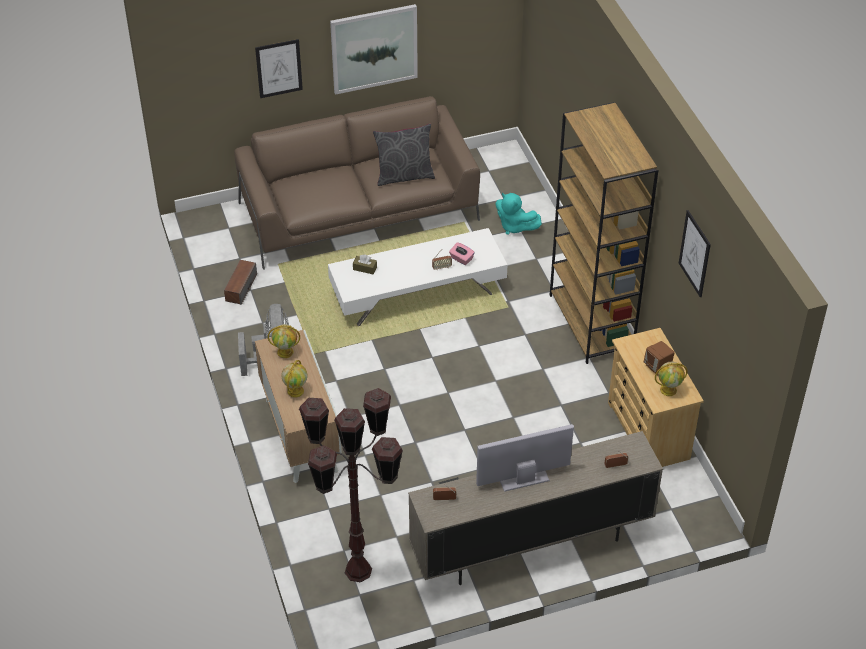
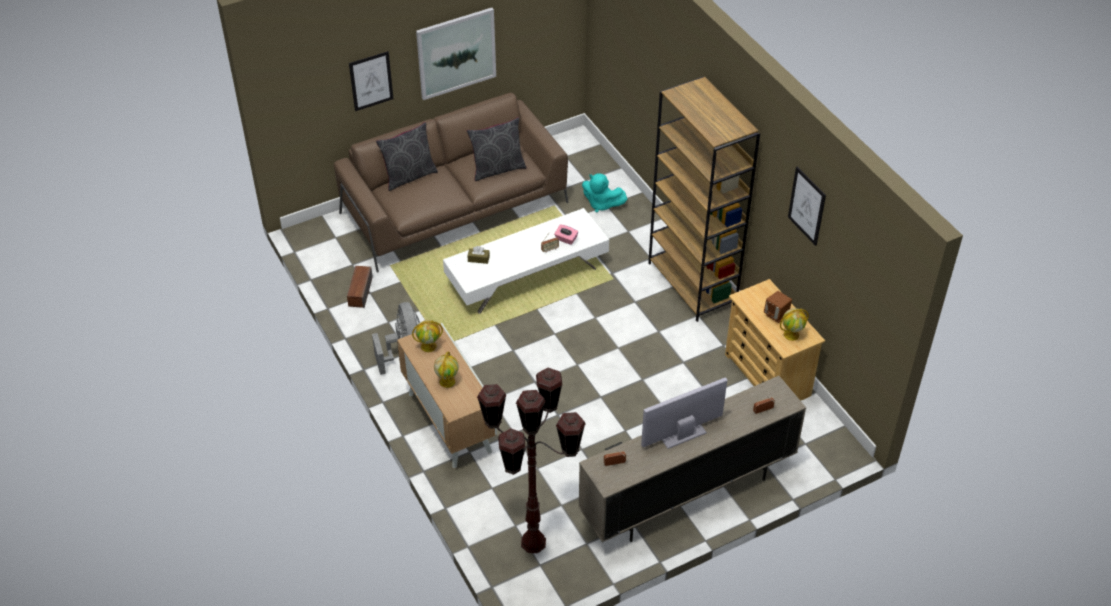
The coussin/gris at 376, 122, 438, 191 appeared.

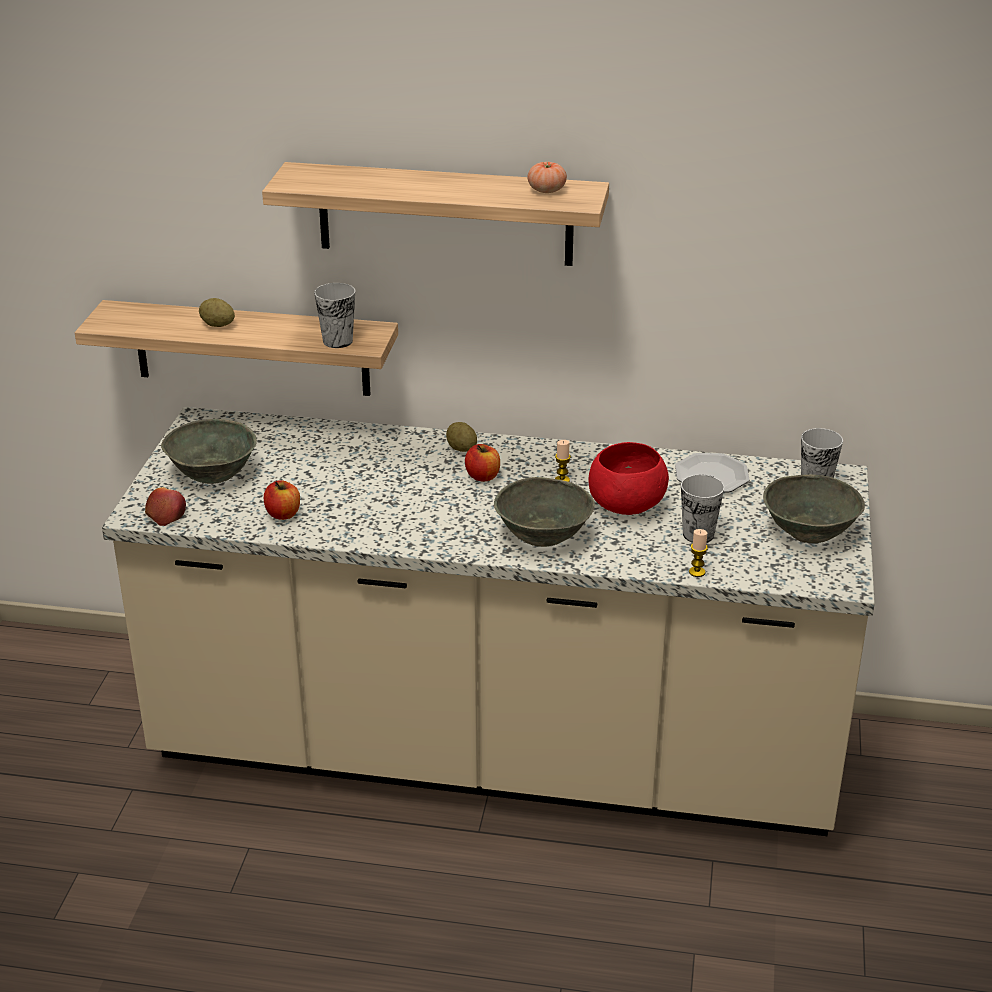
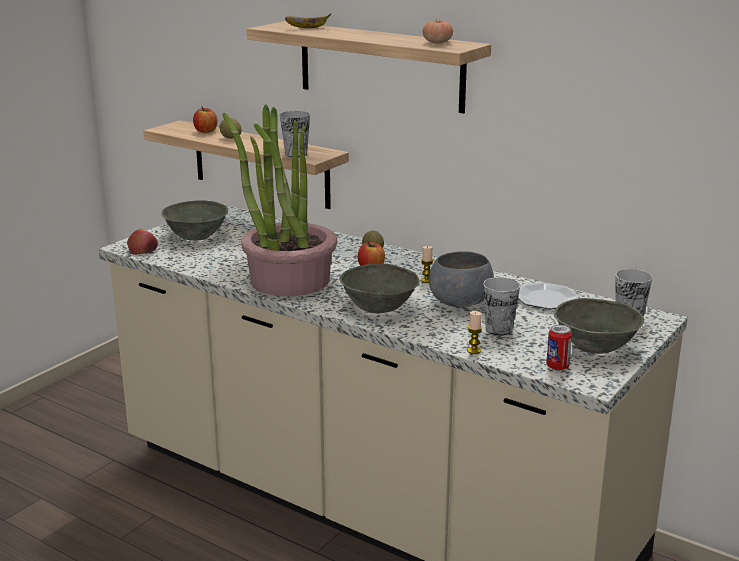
The bol/rouge at 589, 442, 669, 515 became the bol/gris at 429, 251, 494, 307.
The pomme moved from 264, 480, 300, 520 to 193, 106, 217, 133.
The banane at 285, 13, 331, 28 appeared.
The plante en pot at 222, 104, 337, 296 appeared.
The boîte métallique at 546, 325, 572, 371 appeared.

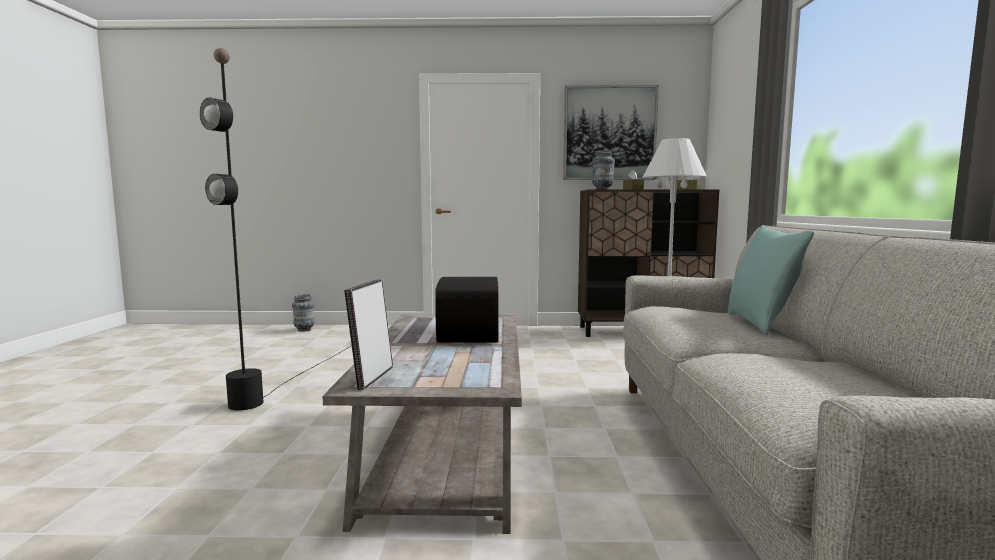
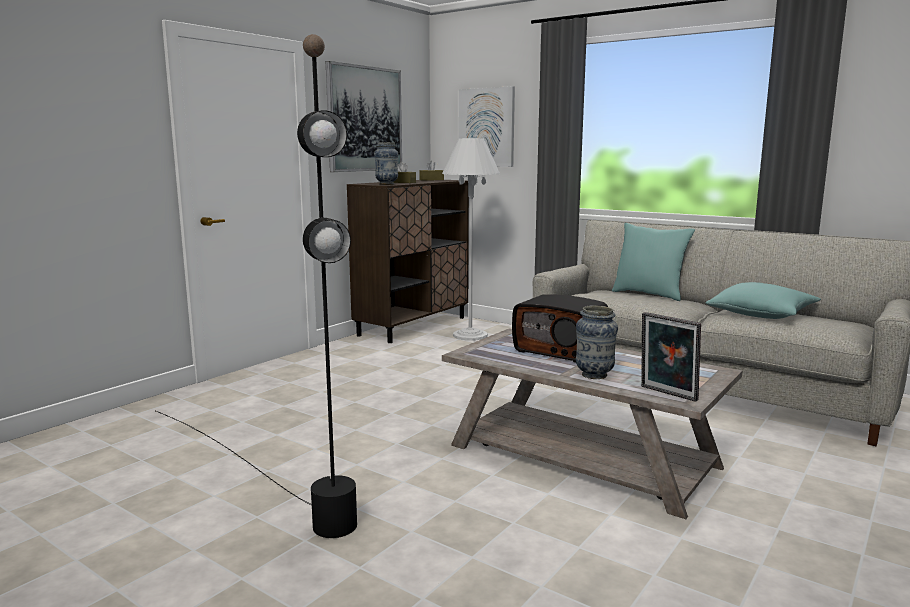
The vase moved from 292, 294, 314, 332 to 576, 305, 618, 379.
The tableau at 459, 86, 515, 167 appeared.
The coussin/turquoise at 706, 282, 821, 319 appeared.

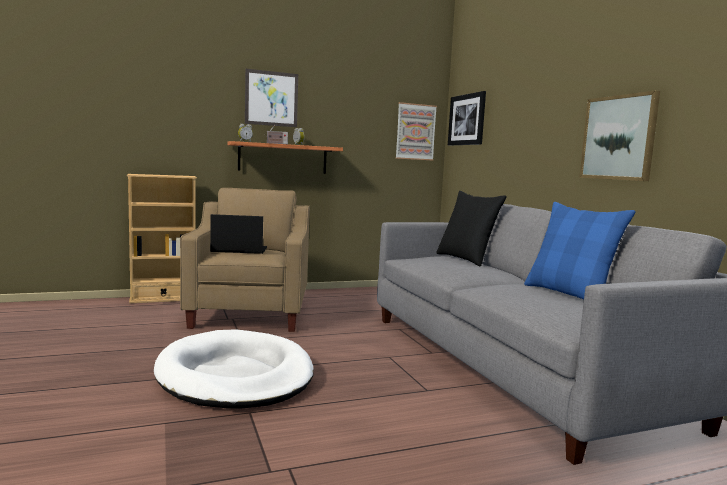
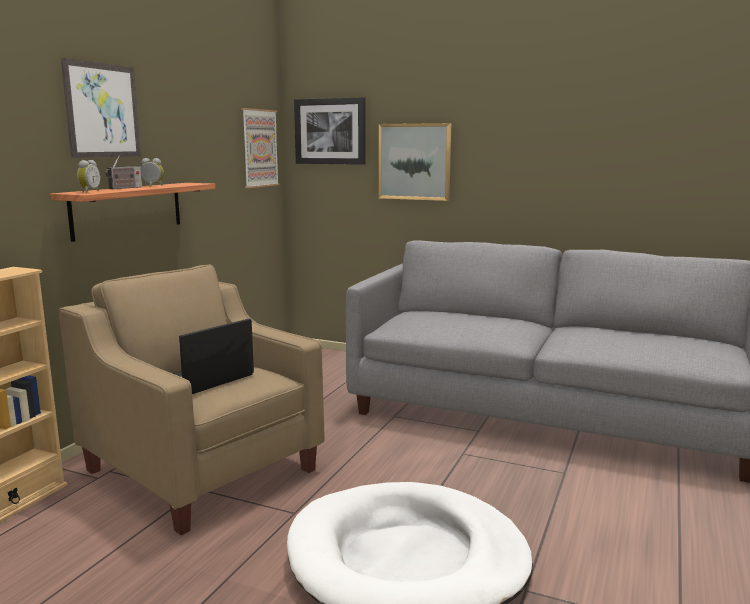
The tableau moved from 579, 91, 660, 181 to 379, 123, 451, 201.
The coussin/noir at 436, 191, 507, 266 disappeared.
The coussin/bleu at 524, 202, 636, 300 disappeared.

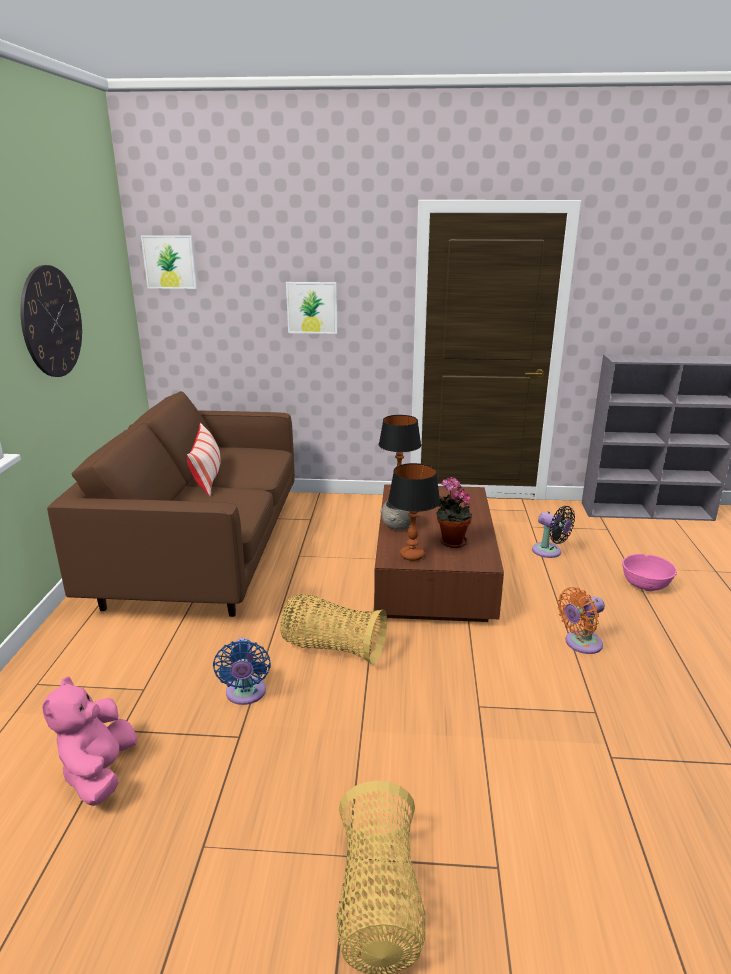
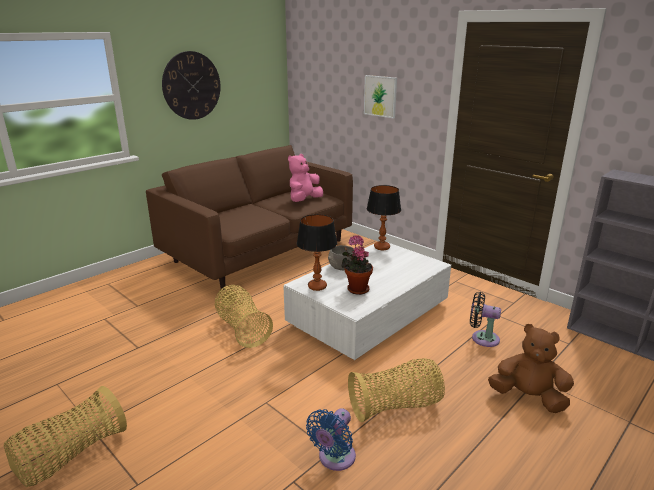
The tableau at 141, 235, 197, 289 disappeared.
The coussin at 187, 423, 221, 497 disappeared.
The table basse/marron at 374, 484, 504, 622 became the table basse/blanc at 283, 243, 451, 360.
The ventilateur/noir at 532, 506, 575, 558 turned 120 degrees clockwise.
The bol/rose at 622, 554, 677, 591 was replaced by the peluche/marron at 488, 324, 574, 413.
The ventilateur/orange at 557, 587, 605, 654 was replaced by the panier at 348, 358, 445, 422.
The ventilateur/bleu moved from 213, 638, 271, 705 to 306, 408, 356, 471.
The peluche/rose moved from 42, 676, 137, 806 to 288, 154, 323, 202.

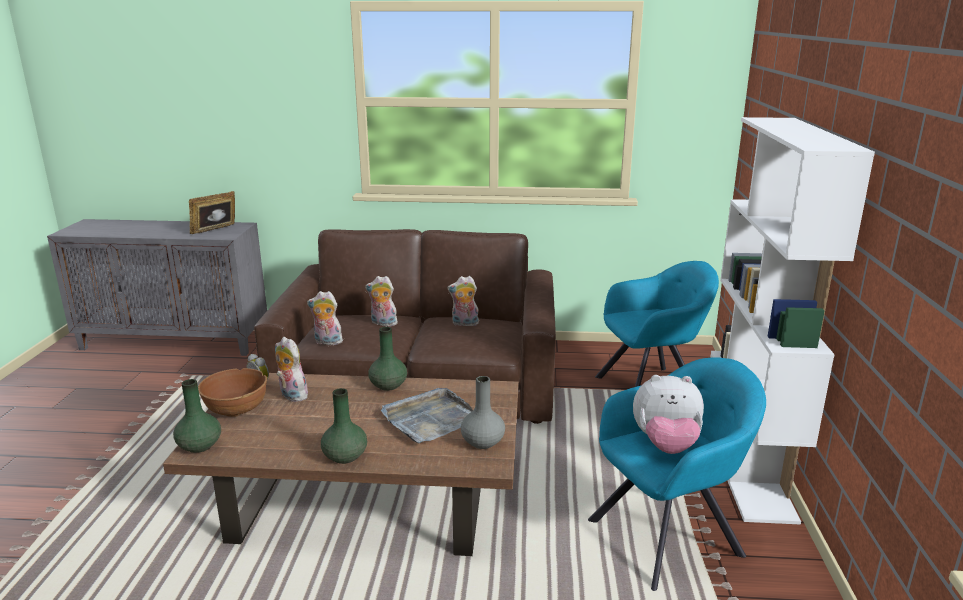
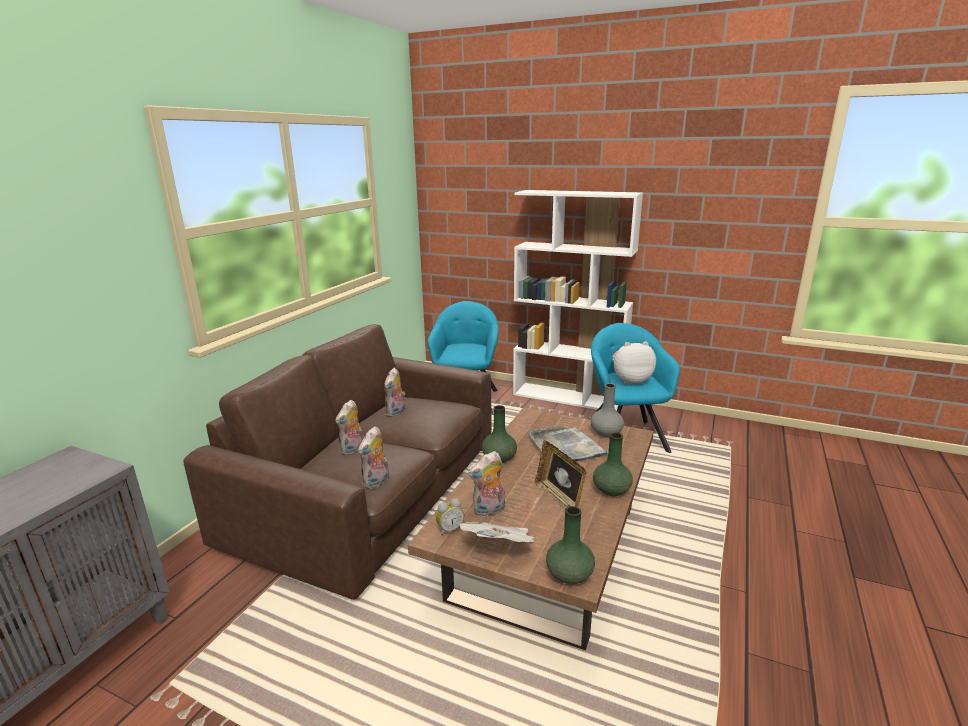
The cadre photo moved from 189, 191, 235, 234 to 535, 441, 587, 510.
The bol/marron at 198, 368, 267, 417 was replaced by the journal at 459, 522, 535, 542.
The peluche at 633, 375, 704, 454 turned 120 degrees counterclockwise.

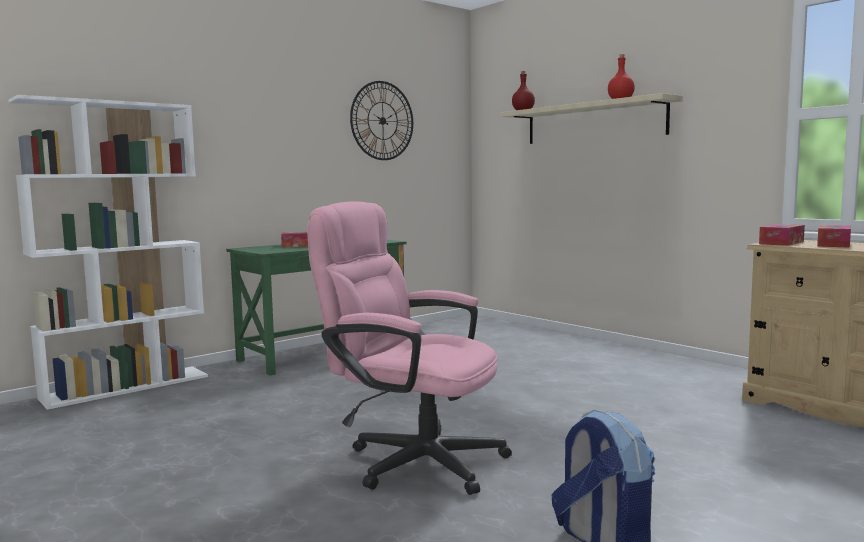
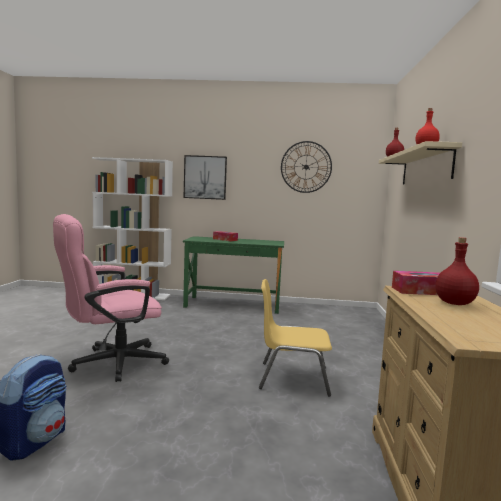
The chaise de bureau/rose at 307, 201, 512, 495 turned 105 degrees counterclockwise.
The boîte à mouchoirs at 817, 225, 851, 248 was replaced by the bouteille/rouge at 435, 237, 479, 305.
The tableau at 184, 155, 227, 200 appeared.
The chaise/jaune at 259, 279, 332, 397 appeared.

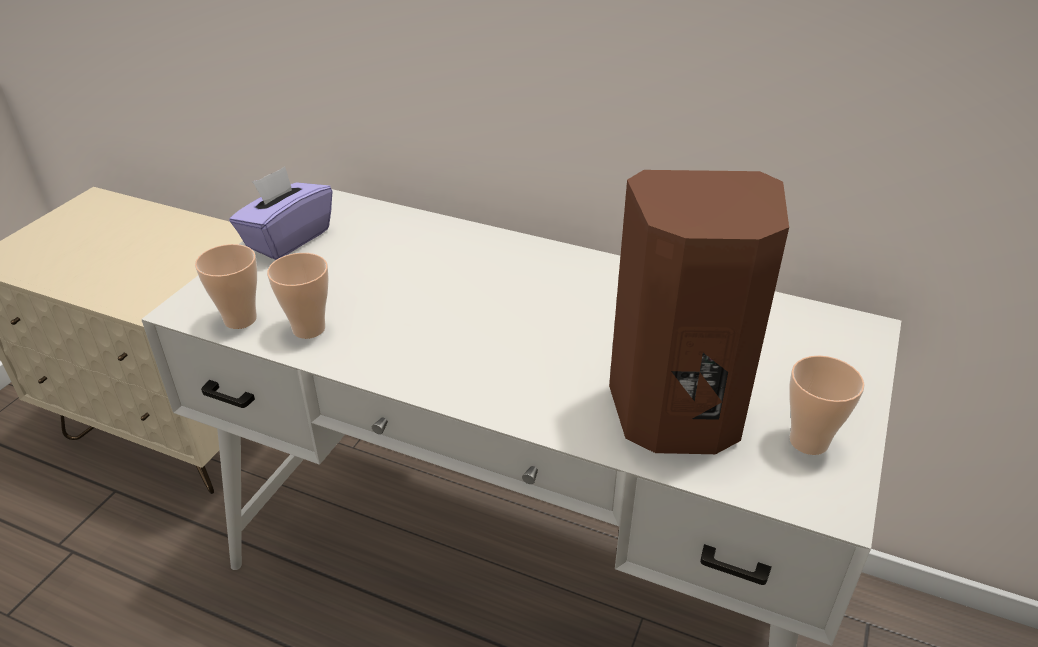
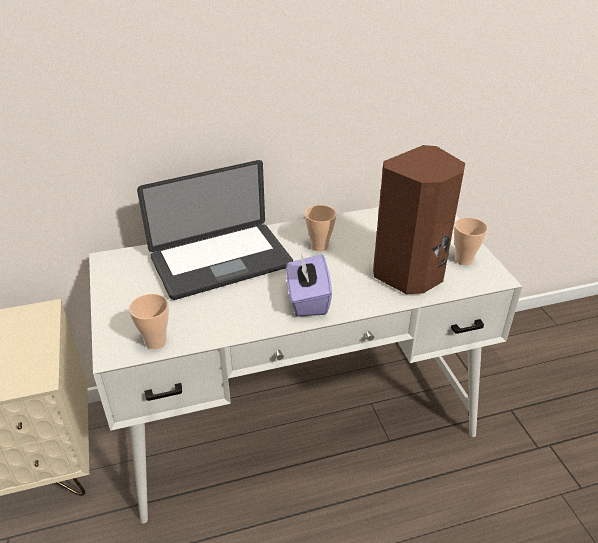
The boîte à mouchoirs/violet moved from 229, 167, 332, 260 to 286, 254, 332, 317.
The tasse moved from 267, 253, 329, 339 to 305, 205, 336, 252.
The ordinateur portable at 137, 160, 293, 300 appeared.

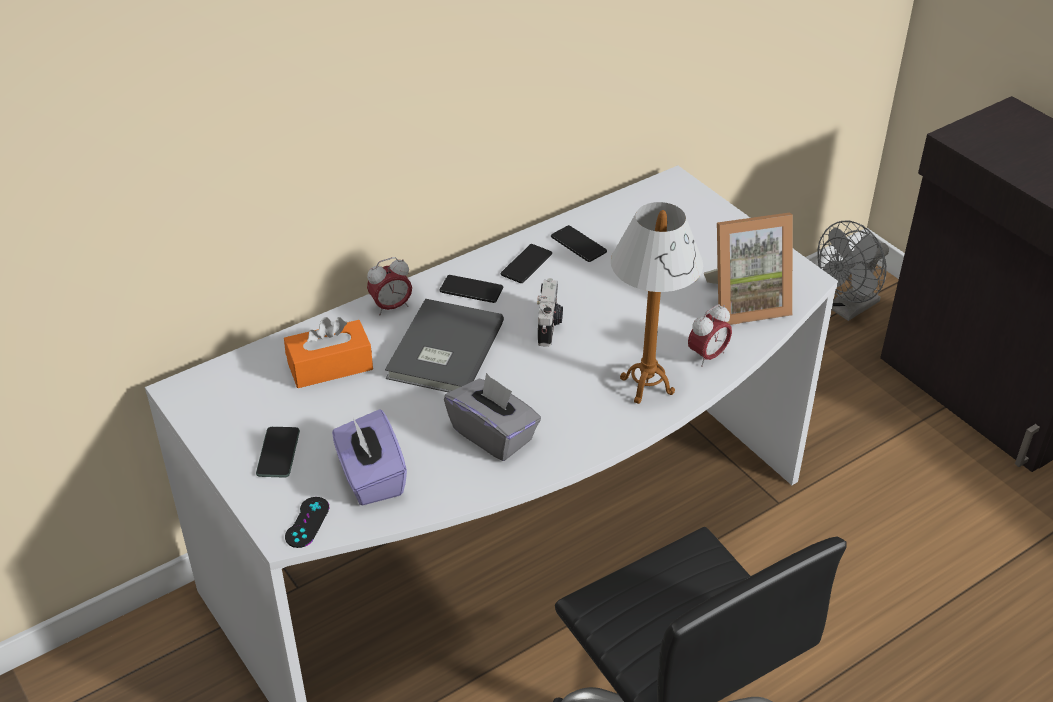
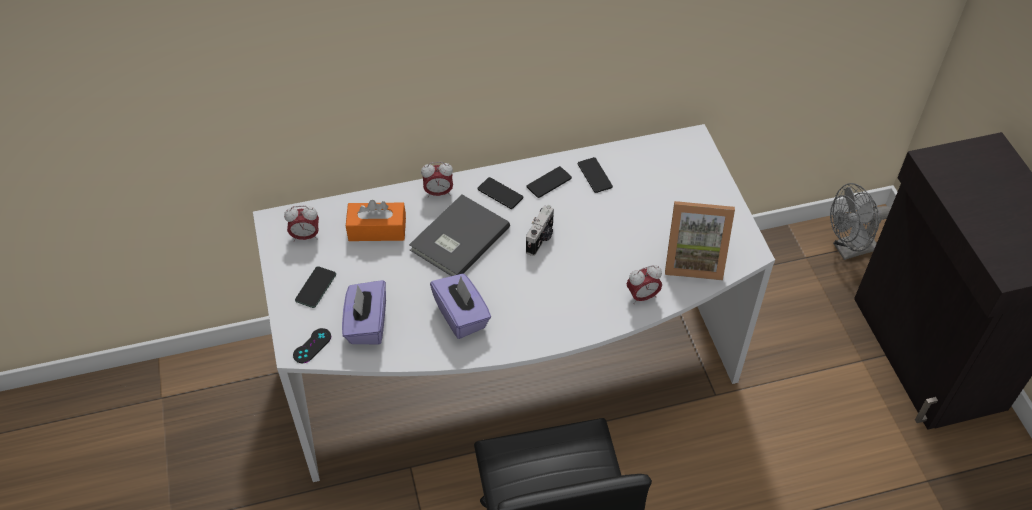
The lampe de table at 611, 202, 703, 404 disappeared.
The boîte à mouchoirs/gris at 444, 373, 541, 461 became the boîte à mouchoirs/violet at 430, 274, 491, 339.
The réveil at 284, 206, 319, 242 appeared.

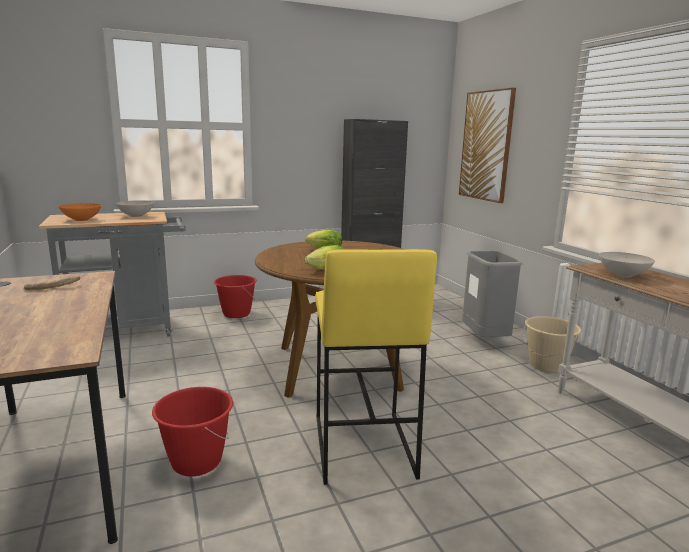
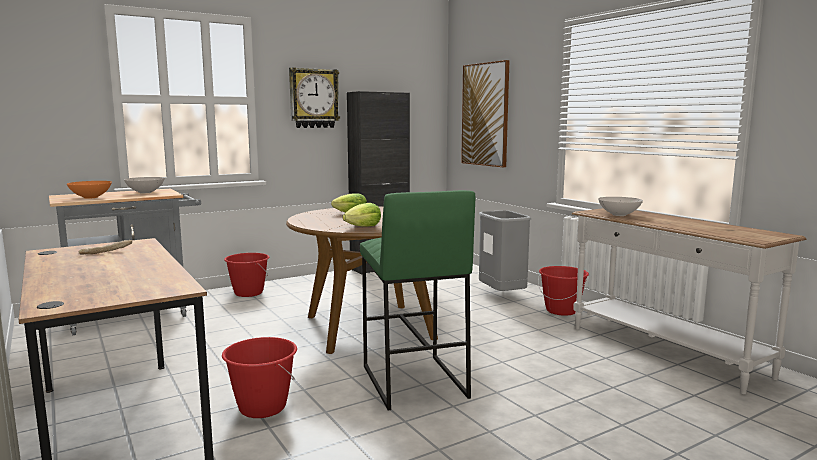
The tabouret/jaune at 315, 249, 437, 485 became the tabouret/vert at 360, 190, 475, 411.
The seau/beige at 523, 316, 581, 373 became the seau/rouge at 538, 266, 589, 316.
The horloge murale at 289, 67, 340, 128 appeared.

